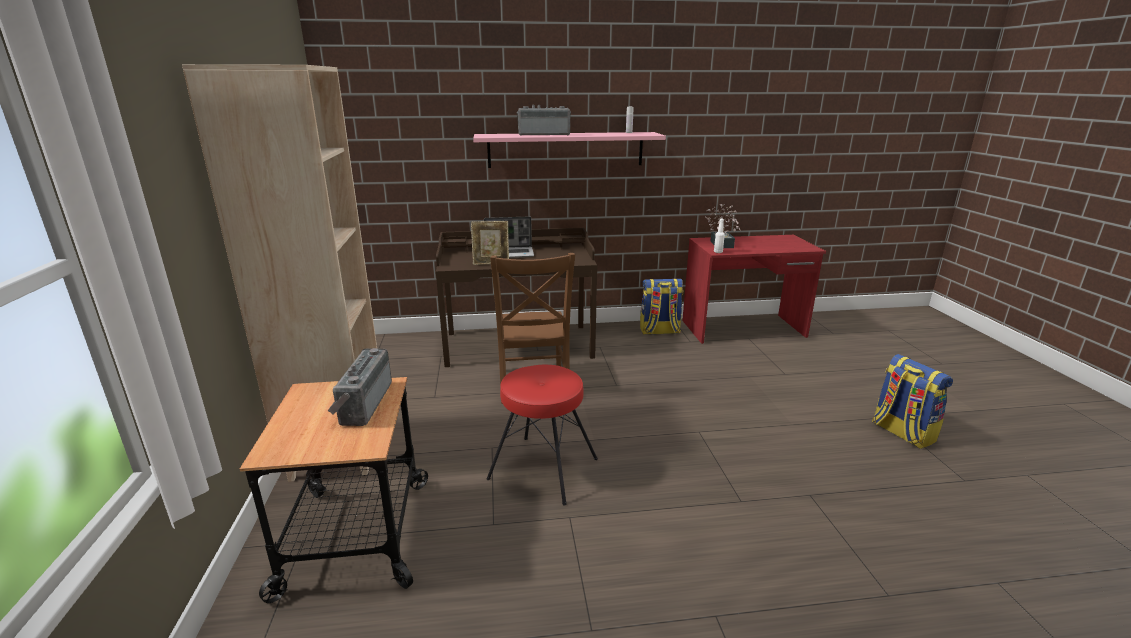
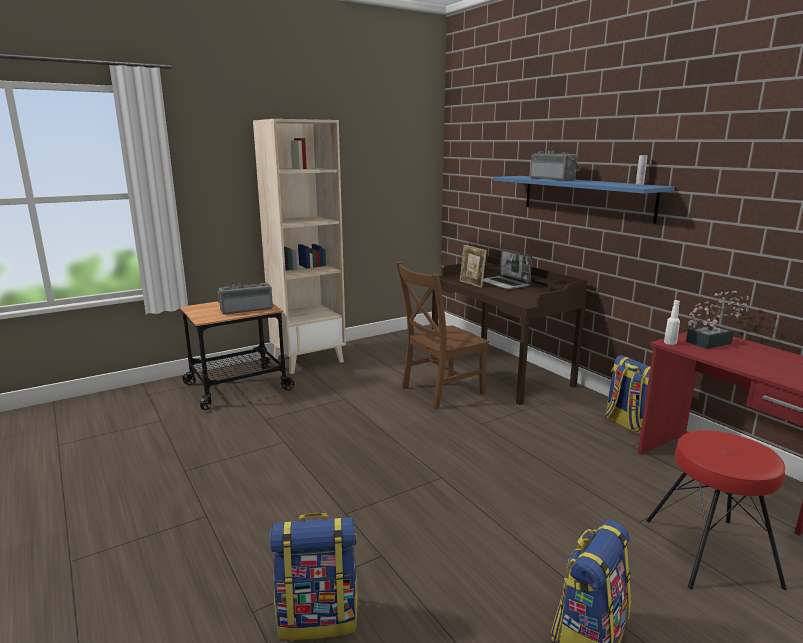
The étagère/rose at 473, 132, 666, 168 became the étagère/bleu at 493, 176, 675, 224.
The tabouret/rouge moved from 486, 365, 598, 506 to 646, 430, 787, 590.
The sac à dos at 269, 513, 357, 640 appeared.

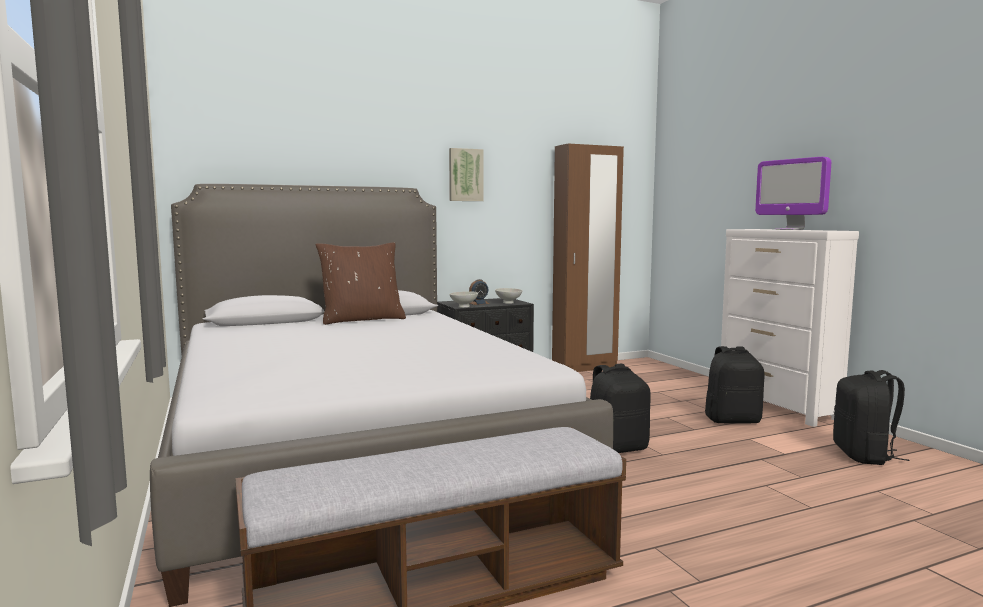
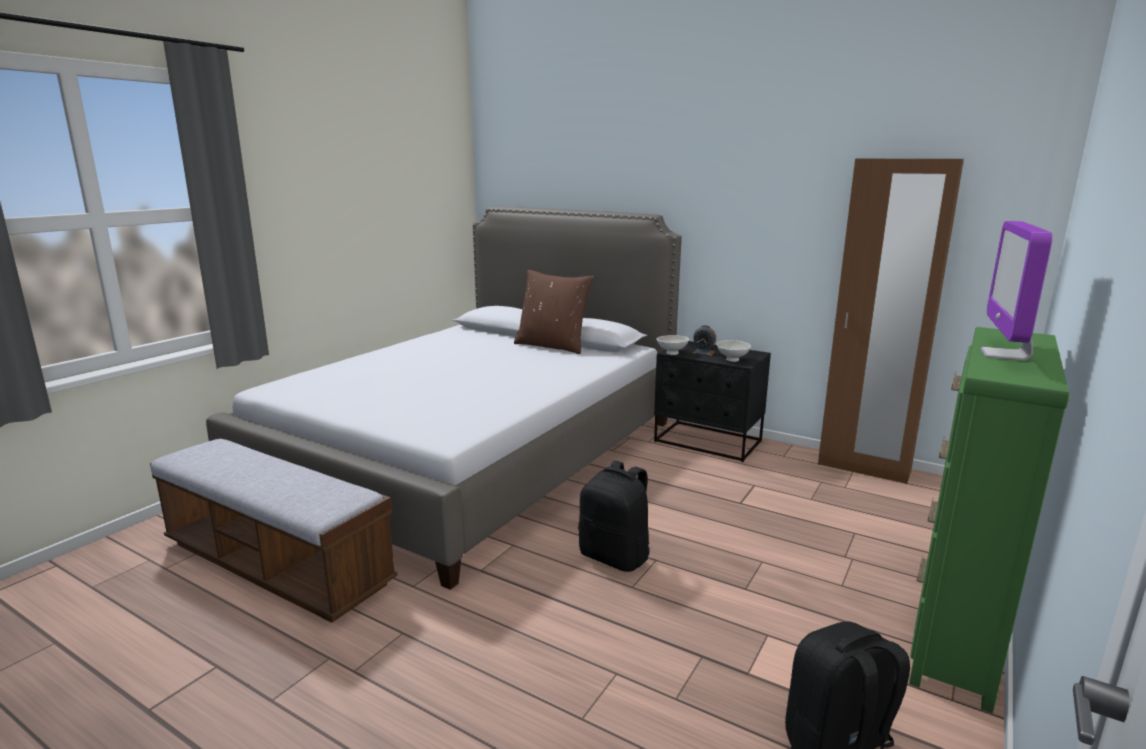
The tableau at 449, 148, 484, 201 disappeared.
The commode/blanc at 721, 229, 859, 427 became the commode/vert at 909, 327, 1070, 713.
The sac à dos/noir at 705, 346, 764, 423 disappeared.

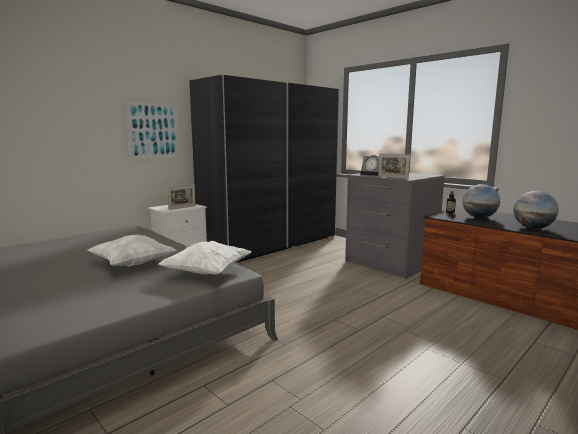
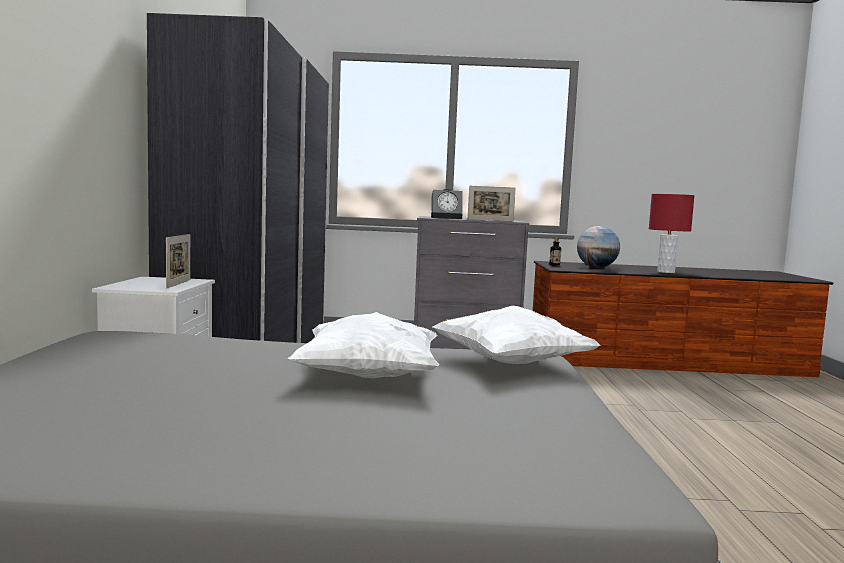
The tableau at 125, 101, 180, 159 disappeared.
The globe at 514, 191, 558, 229 was replaced by the lampe de table/rouge at 649, 194, 695, 273.

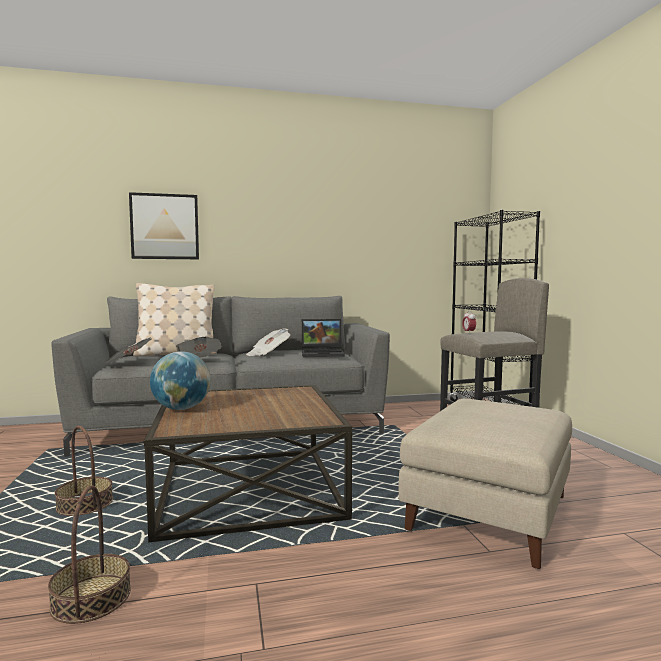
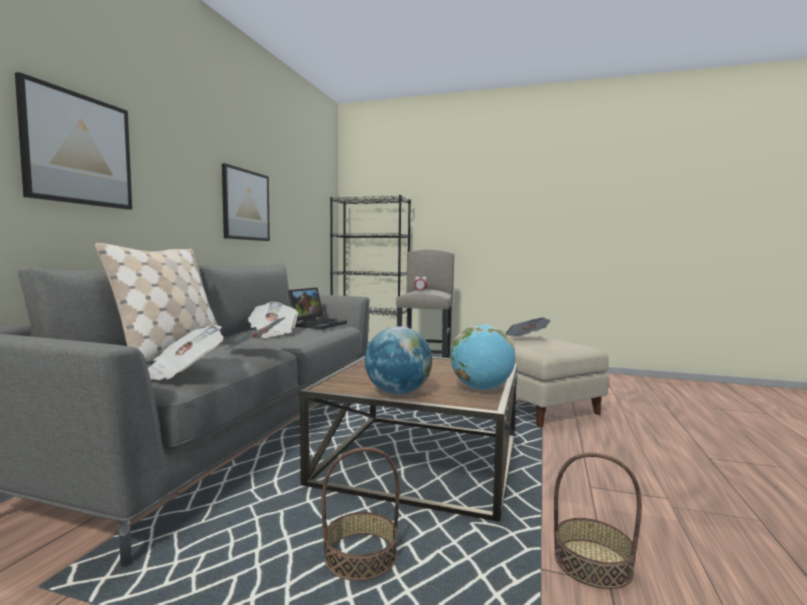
The tableau at 222, 163, 270, 241 appeared.
The journal at 506, 317, 550, 336 appeared.
The globe at 450, 325, 515, 390 appeared.

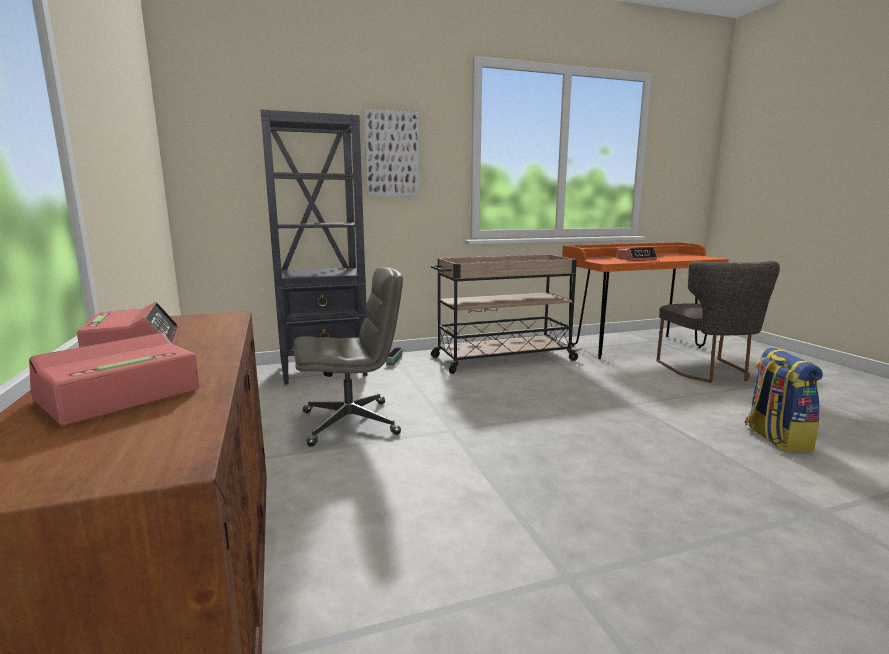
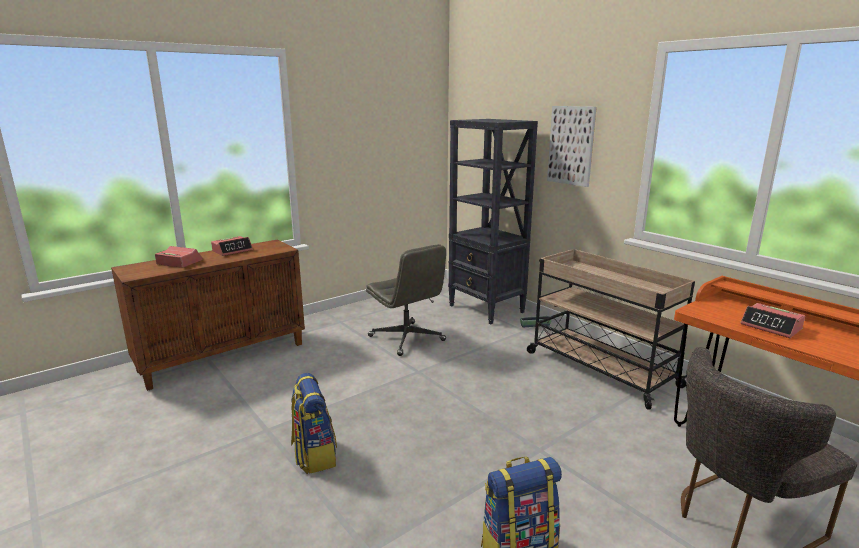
The sac à dos at 291, 373, 337, 474 appeared.

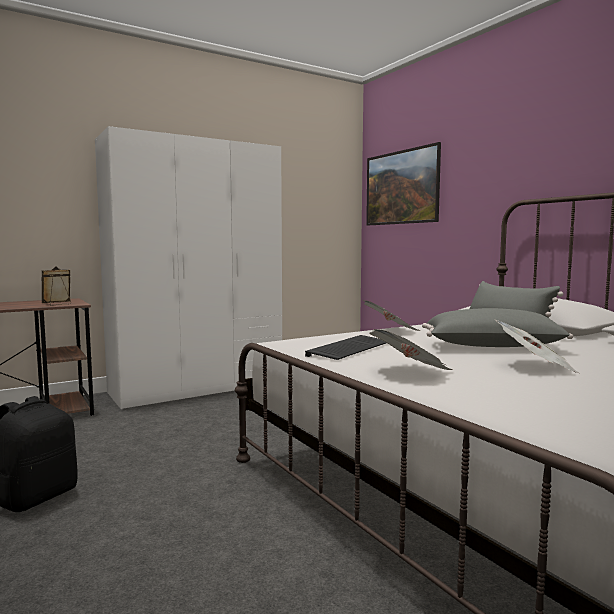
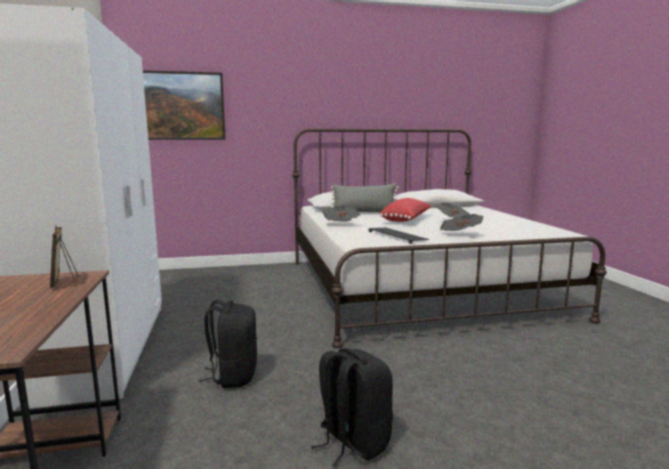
The coussin/gris at 422, 308, 573, 347 became the coussin/rouge at 380, 198, 432, 222.
The sac à dos/noir at 199, 300, 257, 388 appeared.

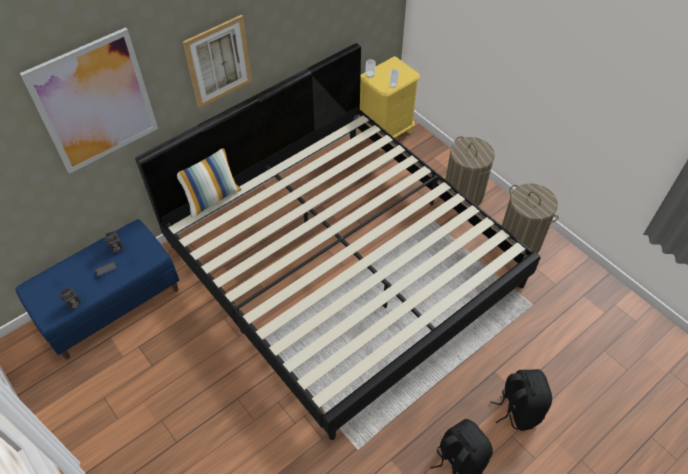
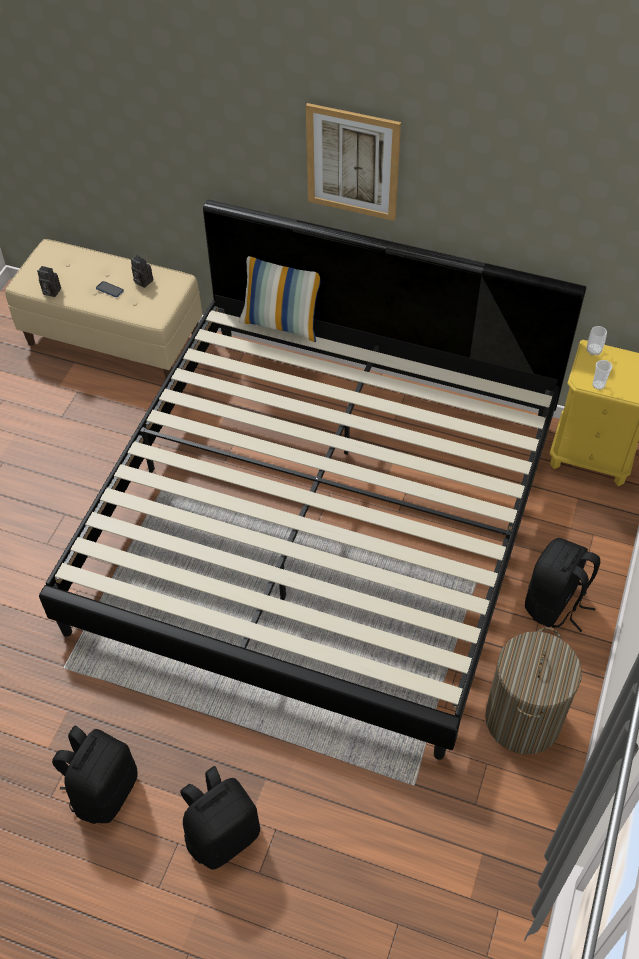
The tableau at 20, 27, 158, 174 disappeared.
The panier à linge at 445, 136, 495, 206 was replaced by the sac à dos/noir at 525, 538, 600, 632.
The banc/bleu at 15, 219, 179, 360 became the banc/beige at 5, 239, 202, 378.

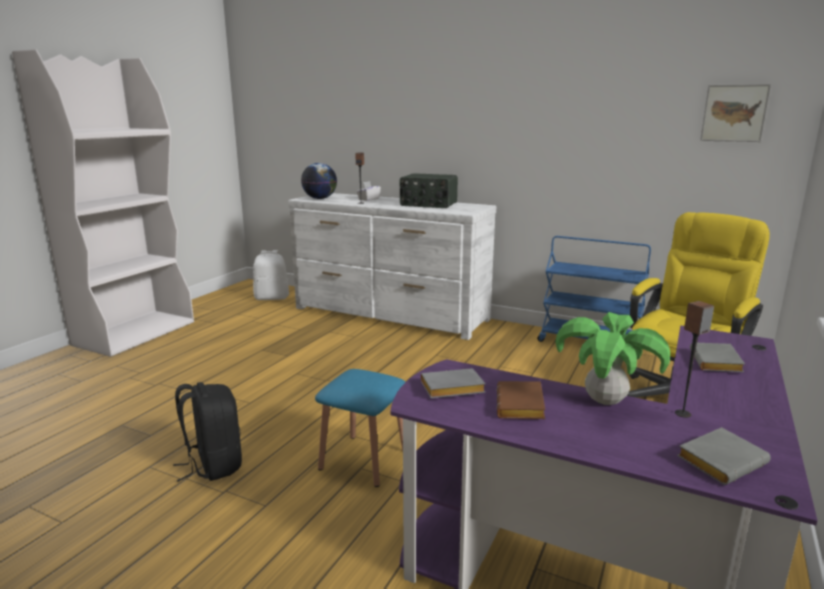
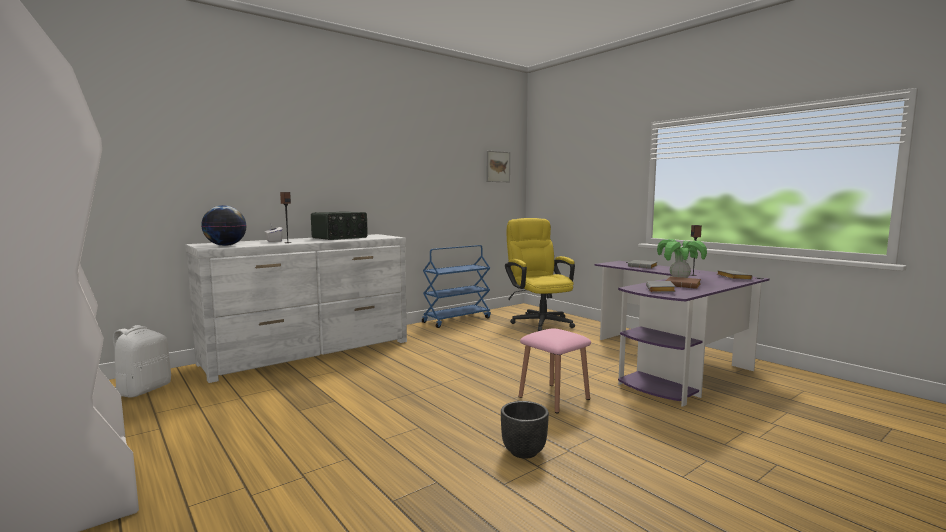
The tabouret/bleu at 315, 369, 405, 487 became the tabouret/rose at 519, 328, 591, 414.
The sac à dos/noir at 173, 382, 242, 482 was replaced by the cache-pot/noir at 501, 401, 549, 459.

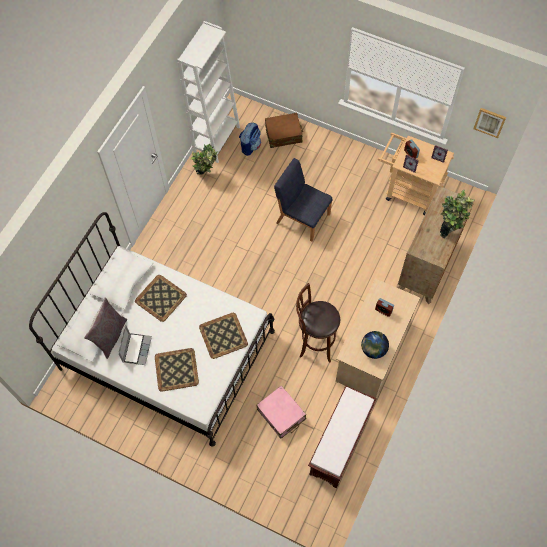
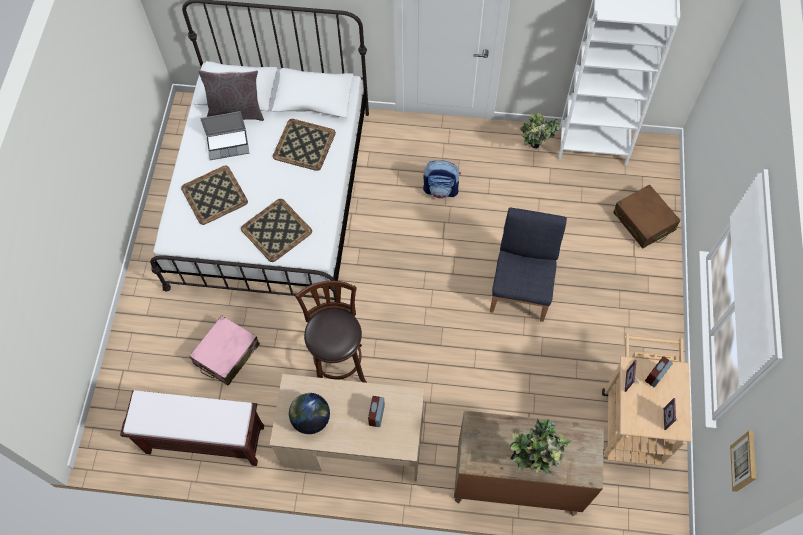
The sac à dos moved from 239, 122, 261, 156 to 423, 161, 461, 199.

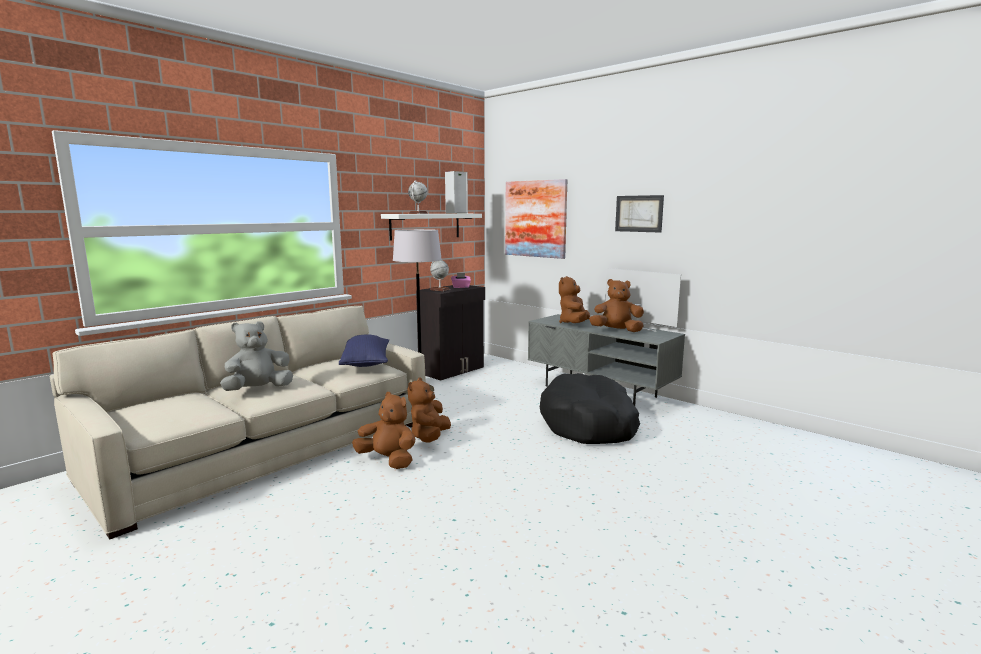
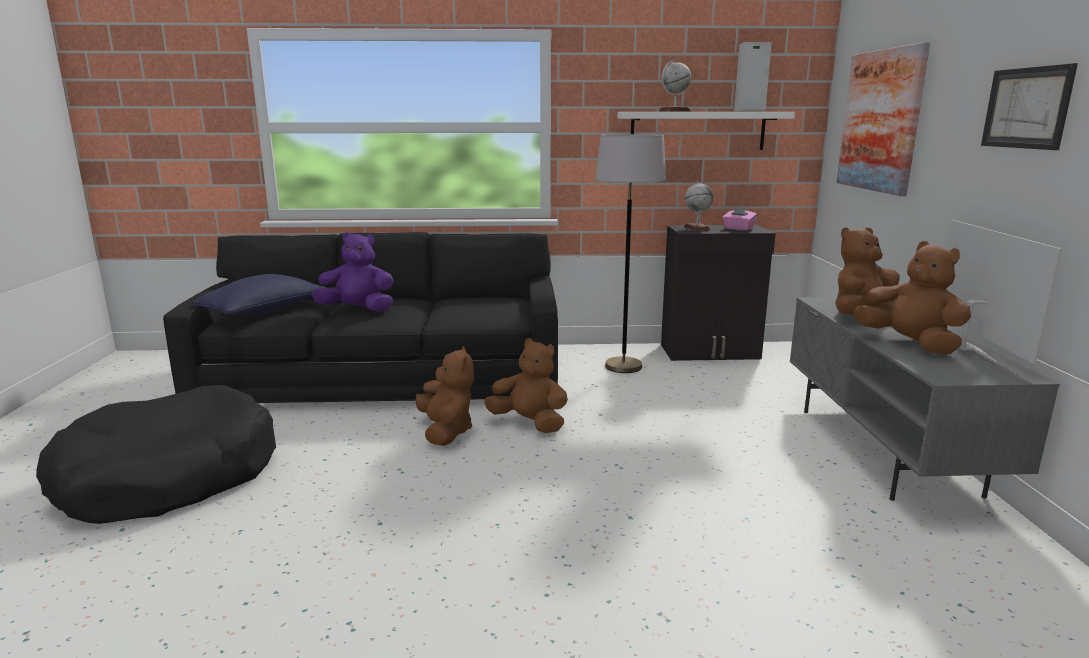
The canapé/beige at 50, 306, 426, 539 became the canapé/noir at 163, 232, 558, 403.
The peluche/gris at 220, 321, 293, 391 became the peluche/violet at 311, 232, 394, 312.
The coussin/bleu moved from 339, 334, 389, 367 to 193, 274, 326, 316.
The panier pour chien/noir moved from 540, 373, 640, 444 to 36, 385, 276, 524.
The peluche/marron at 407, 378, 451, 443 turned 60 degrees clockwise.

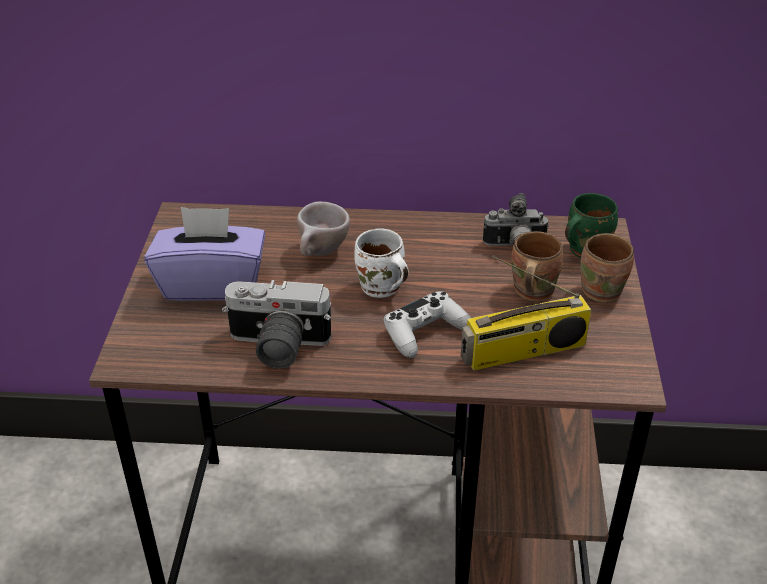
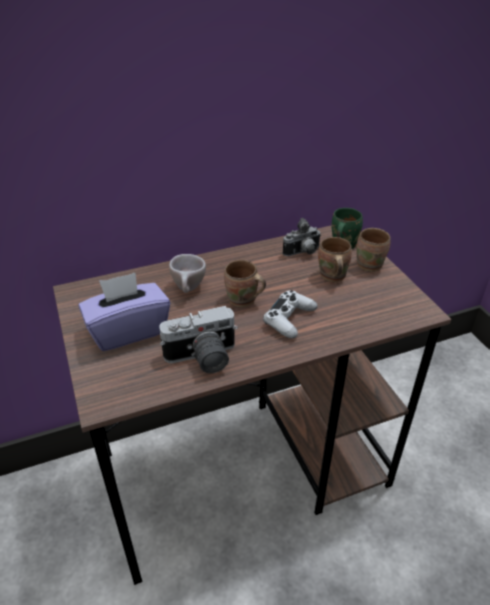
The mug/blanc at 354, 228, 409, 298 became the mug/marron at 224, 260, 266, 307.
The radio at 461, 256, 591, 371 disappeared.

